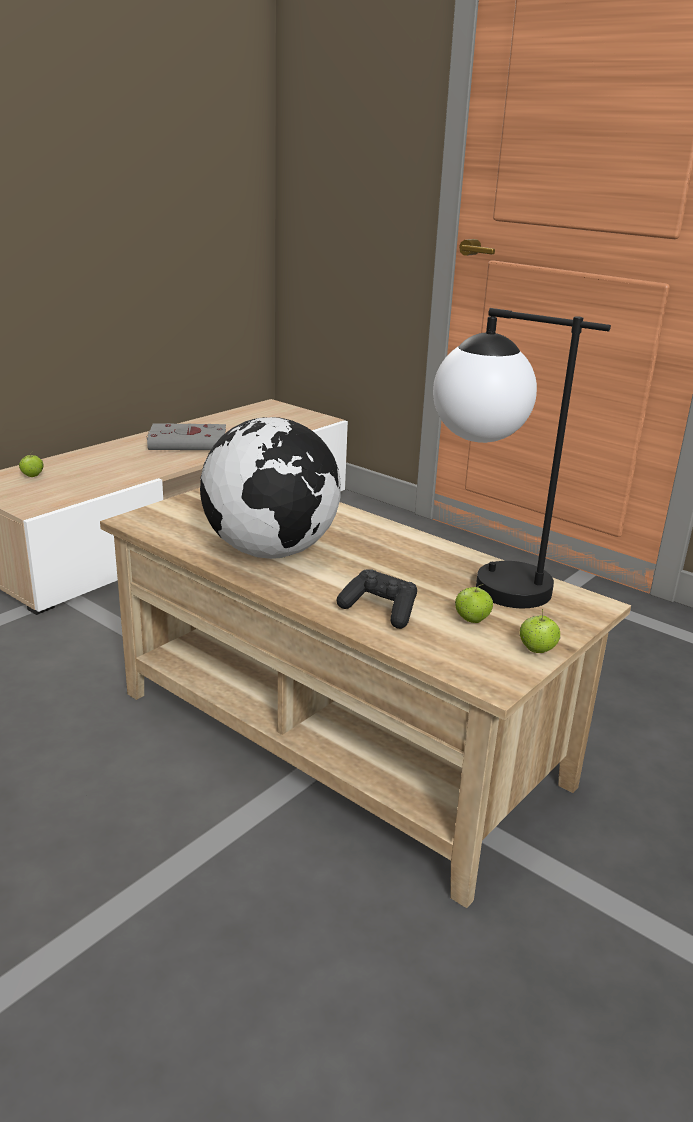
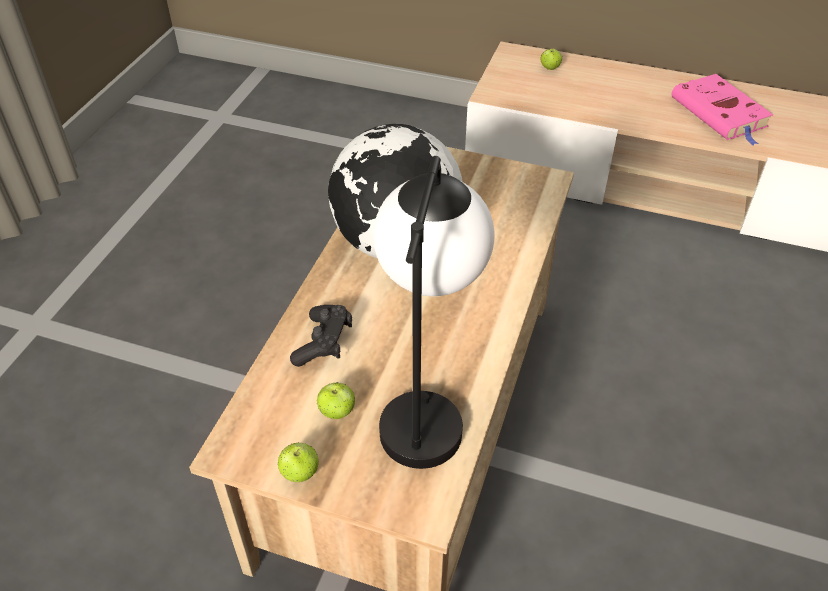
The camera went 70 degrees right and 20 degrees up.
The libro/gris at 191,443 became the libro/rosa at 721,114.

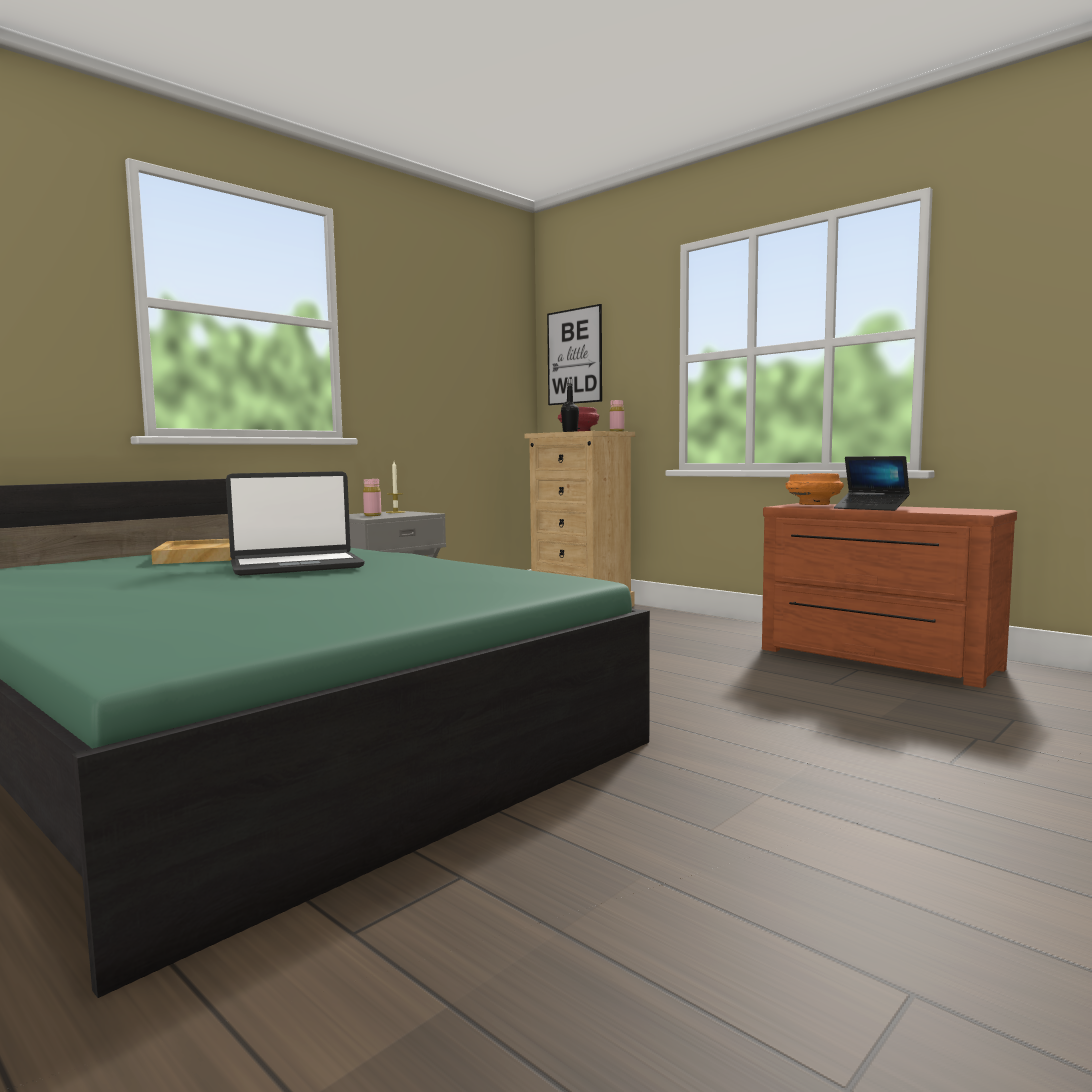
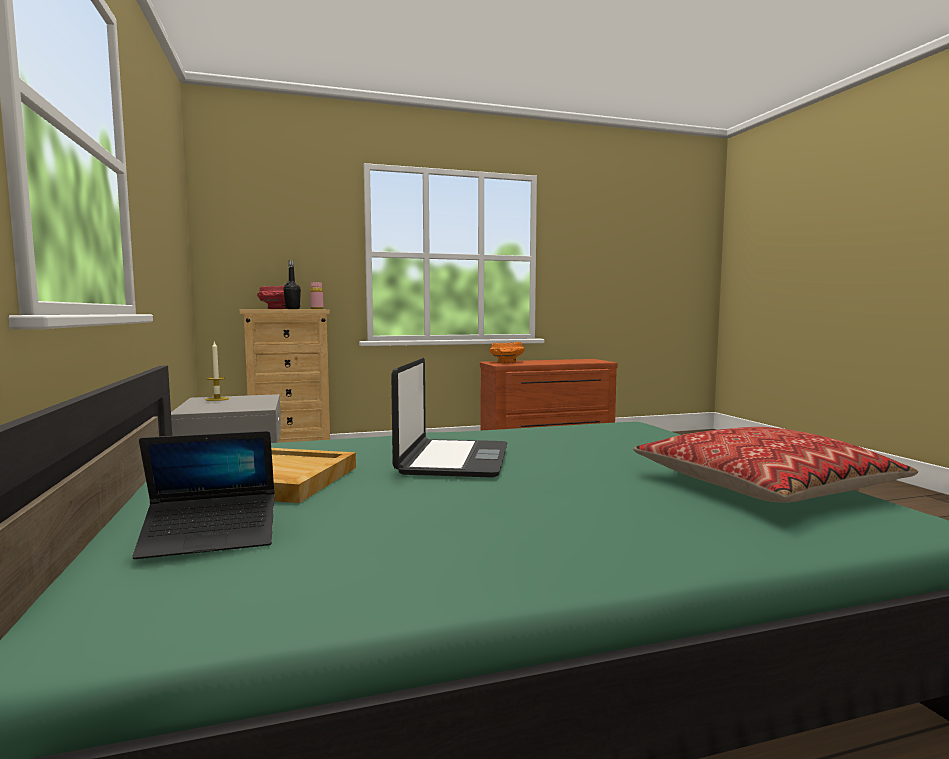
The camera went 60 degrees left and 0 degrees up.
The cuadro at 574,356 disappeared.
The portátil moved from 871,508 to 210,537.
The botella/rosa at 372,515 disappeared.
The cojín at 763,487 appeared.

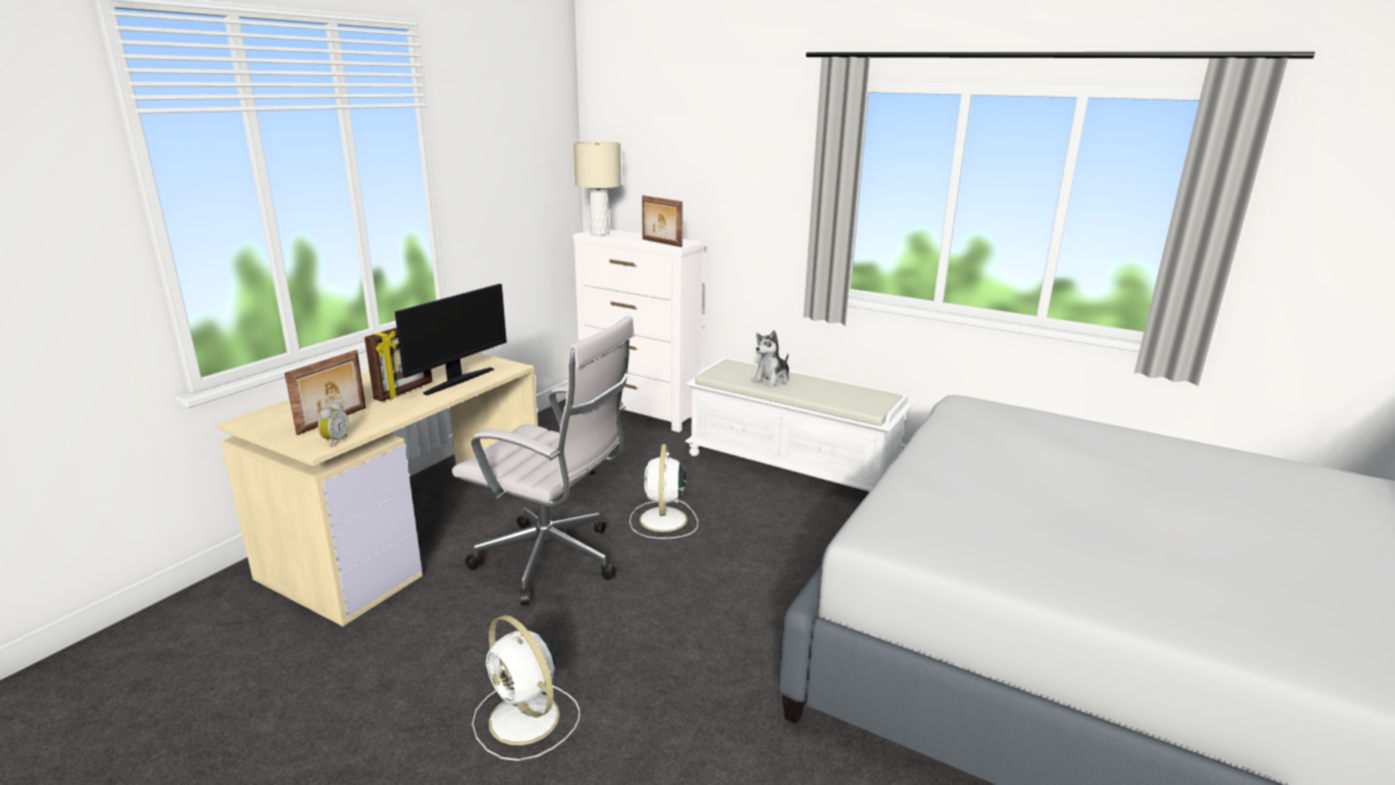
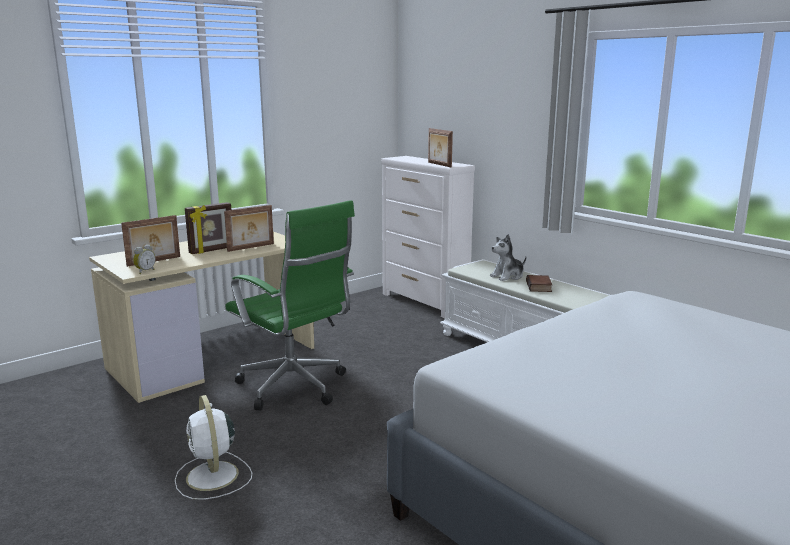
The camera went 20 degrees right and 5 degrees down.
The lámpara de mesa/beis at 599,233 disappeared.
The monitor at 458,380 was replaced by the portarretratos at 251,247.
The silla de oficina/blanco at 554,562 became the silla de oficina/verde at 295,388.
The ventilador/blanco at 663,521 disappeared.
The libro at 539,287 appeared.

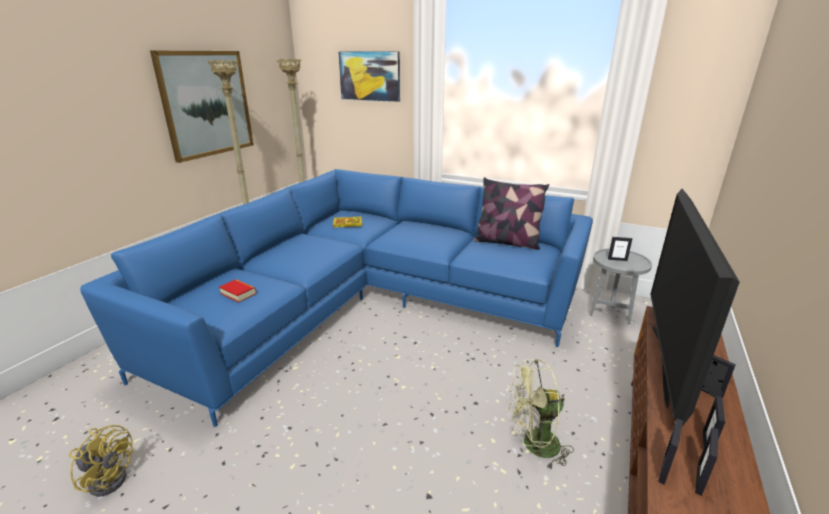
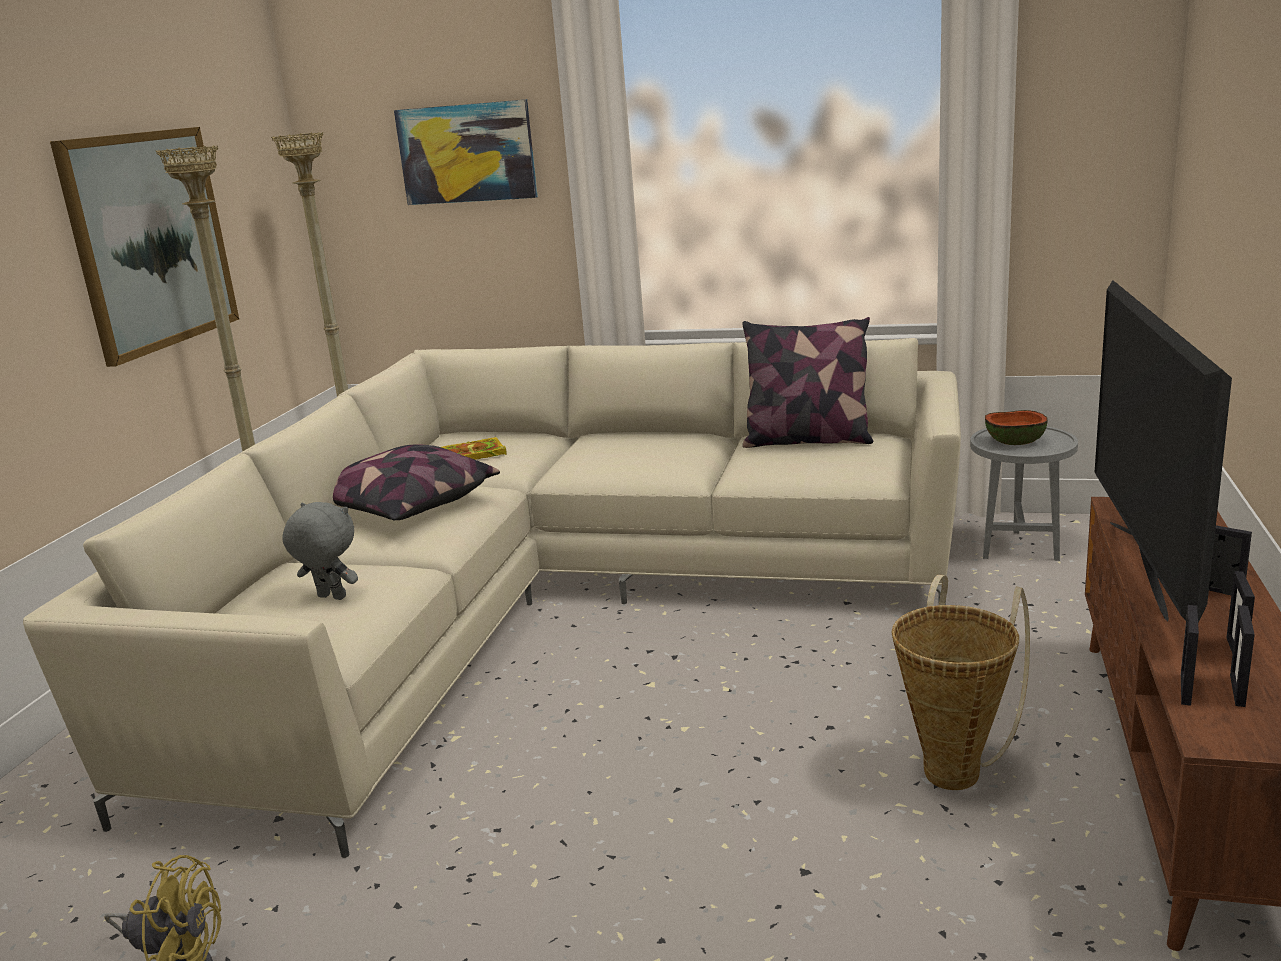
The camera went 10 degrees left and 5 degrees down.
The sofá/azul at 369,303 became the sofá/beis at 549,608.
The portarretratos at 617,259 was replaced by the cuenco at 1015,442.
The libro at 238,293 was replaced by the peluche/gris at 330,598.
The ventilador/verde at 534,446 was replaced by the cesta at 956,767.
The cojín at 406,509 appeared.

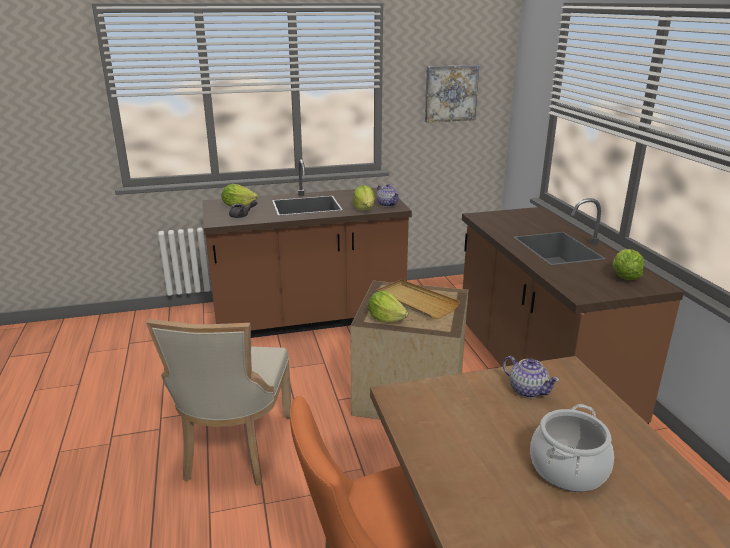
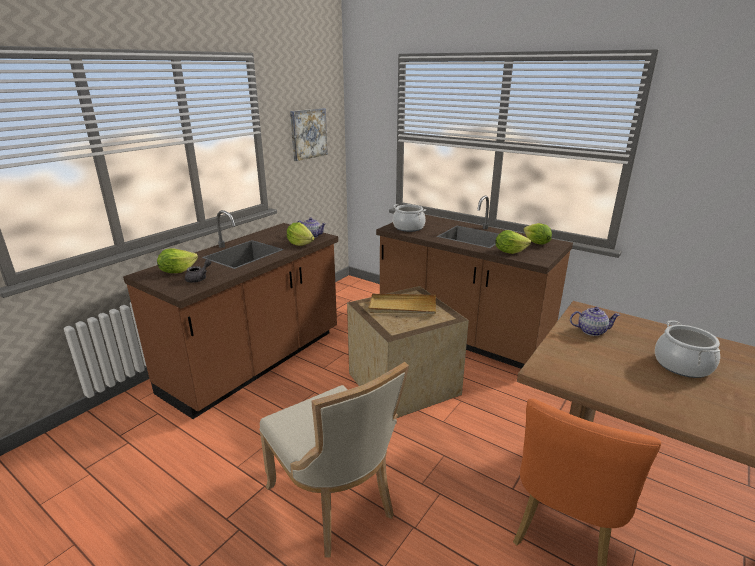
The camera went 40 degrees left and 0 degrees up.
The lechuga moved from 386,319 to 509,252.
The olla at 408,227 appeared.

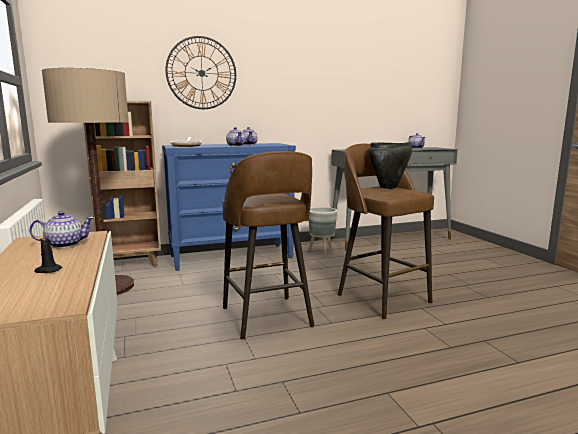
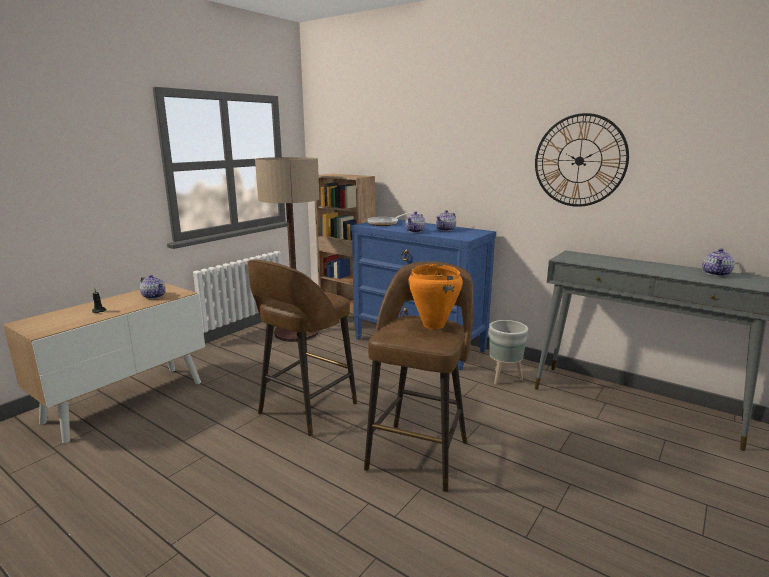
The camera went 55 degrees right and 5 degrees up.
The reloj de pared moved from 201,73 to 579,161.
The olla/negro at 388,187 became the olla/naranja at 433,325.

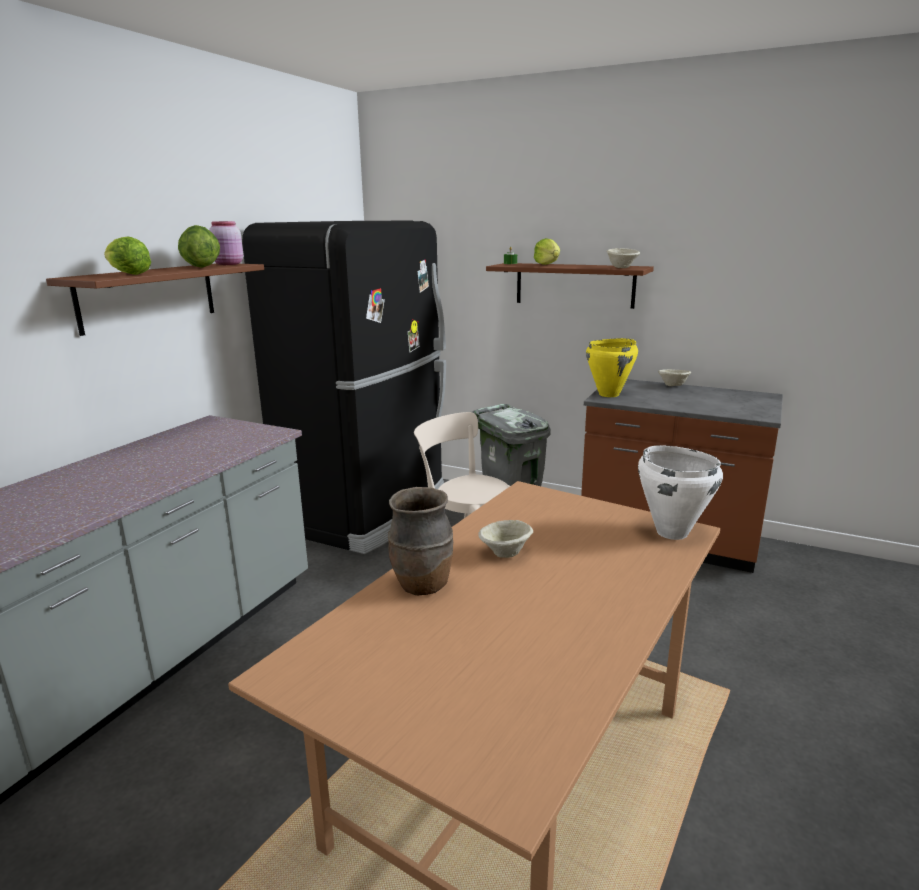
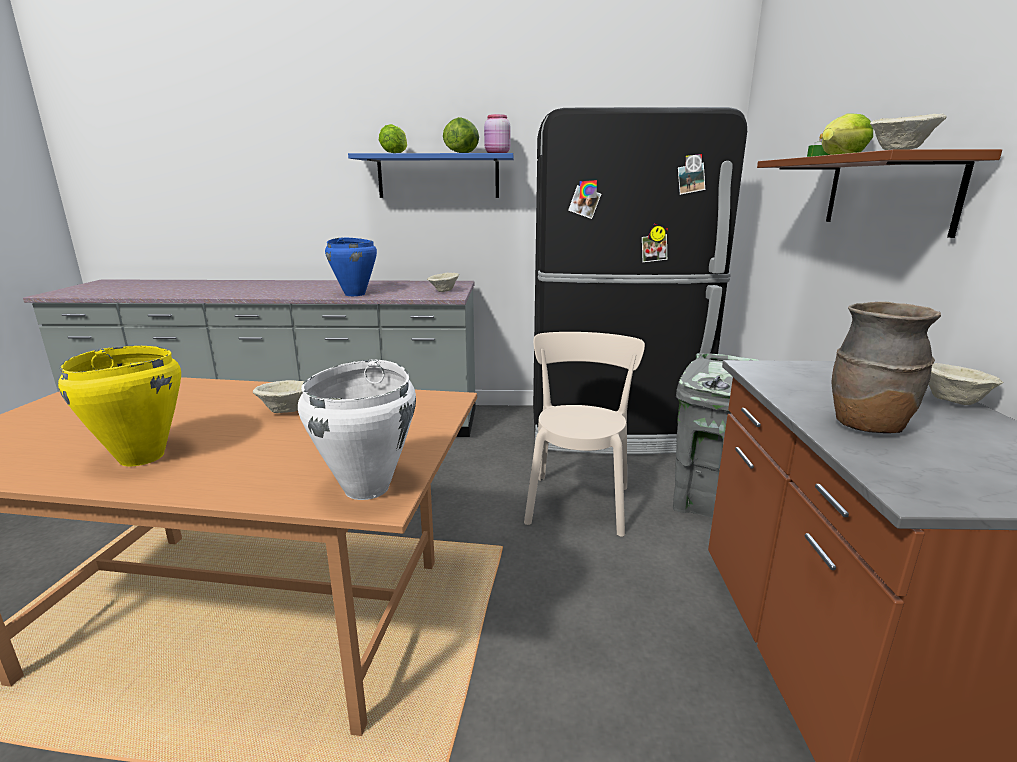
The camera went 65 degrees right and 0 degrees up.
The estante/marrón at 148,296 became the estante/azul at 438,176.
The olla/amarillo moved from 609,394 to 141,457.
The florero/marrón moved from 422,586 to 866,426.
The olla/azul at 355,294 appeared.
The cuenco/beis at 444,291 appeared.

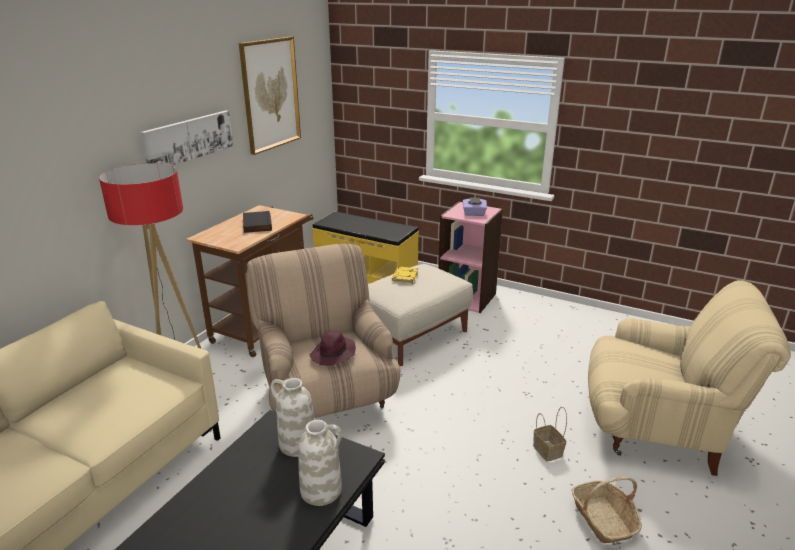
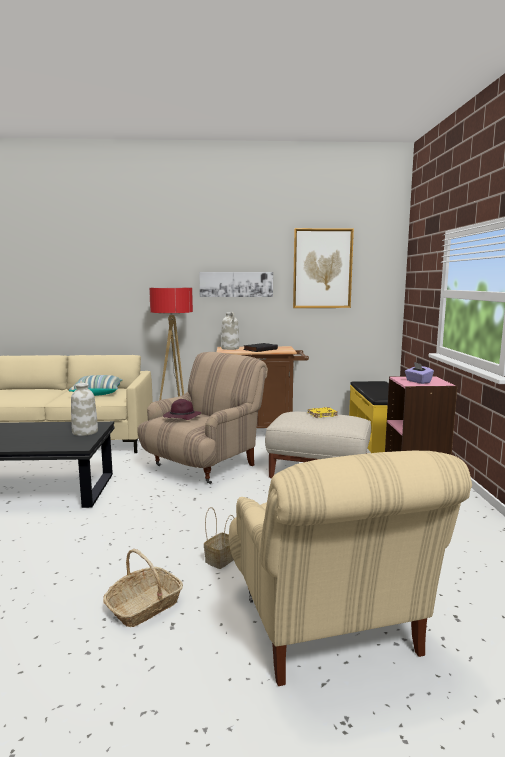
The camera went 60 degrees right and 15 degrees down.
The florero/blanco moved from 322,490 to 230,348.
The cojín at 97,393 appeared.

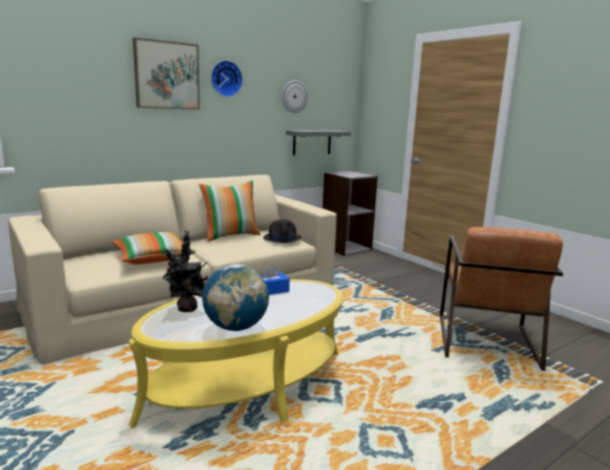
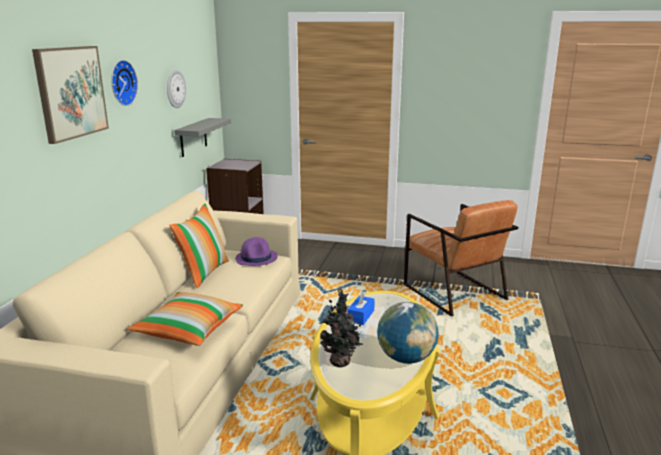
The camera went 40 degrees left and 5 degrees up.
The sombrero/negro at 282,238 became the sombrero/morado at 256,258.

